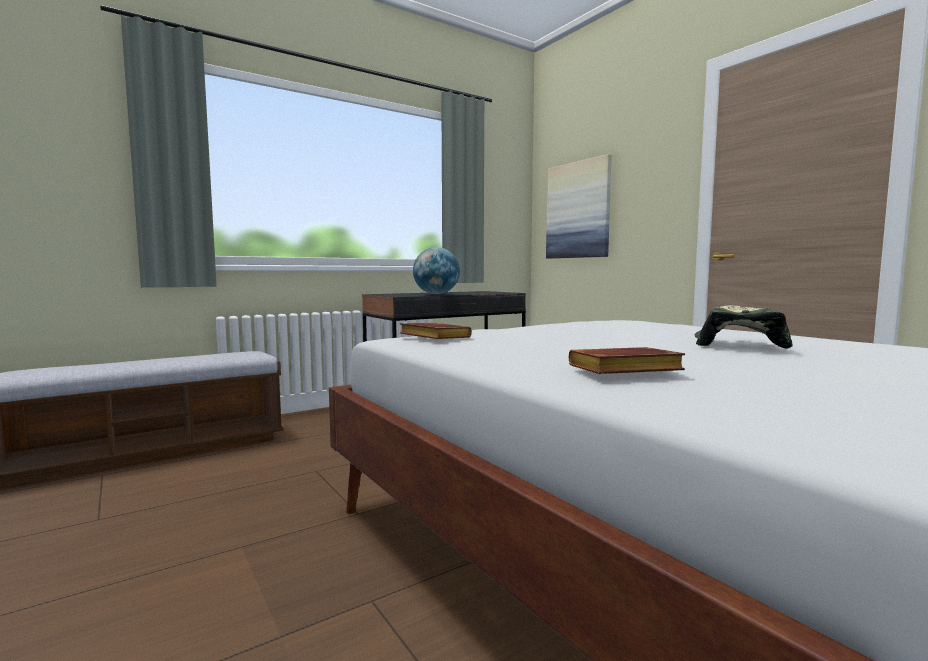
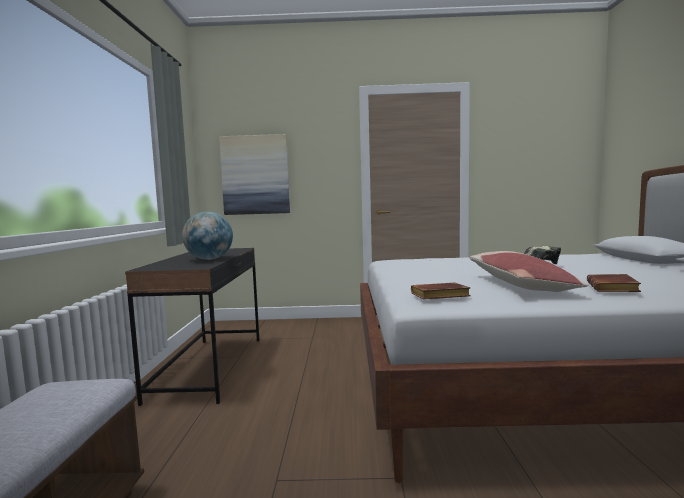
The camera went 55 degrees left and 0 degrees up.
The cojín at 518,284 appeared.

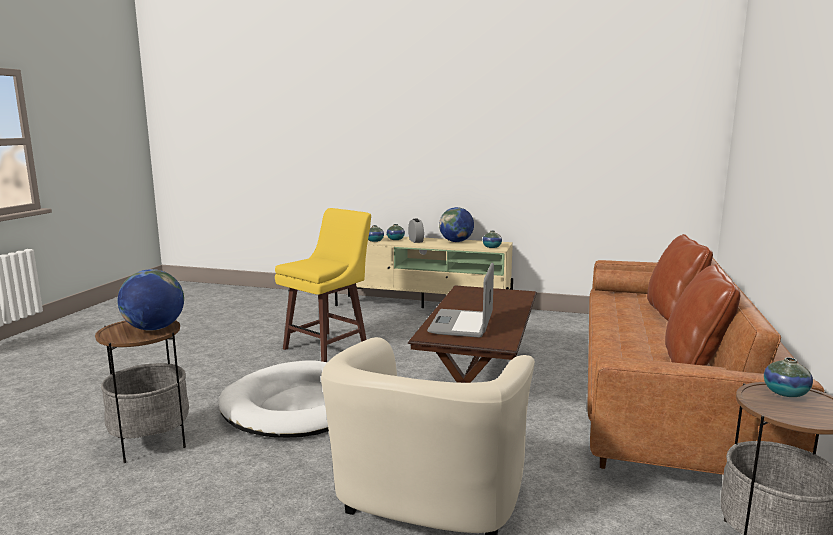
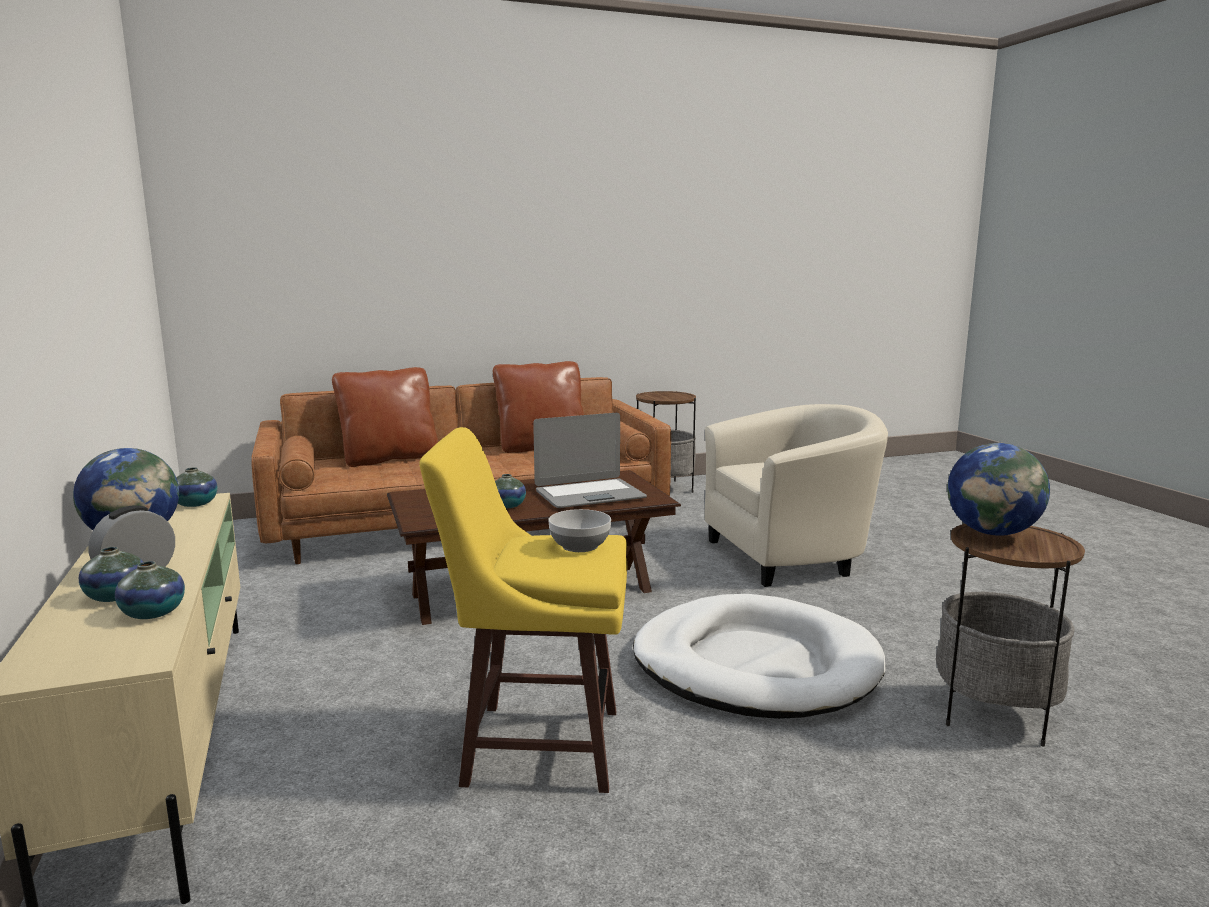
The camera went 125 degrees left and 0 degrees up.
The florero moved from 785,393 to 507,506.
The cuenco at 579,545 appeared.

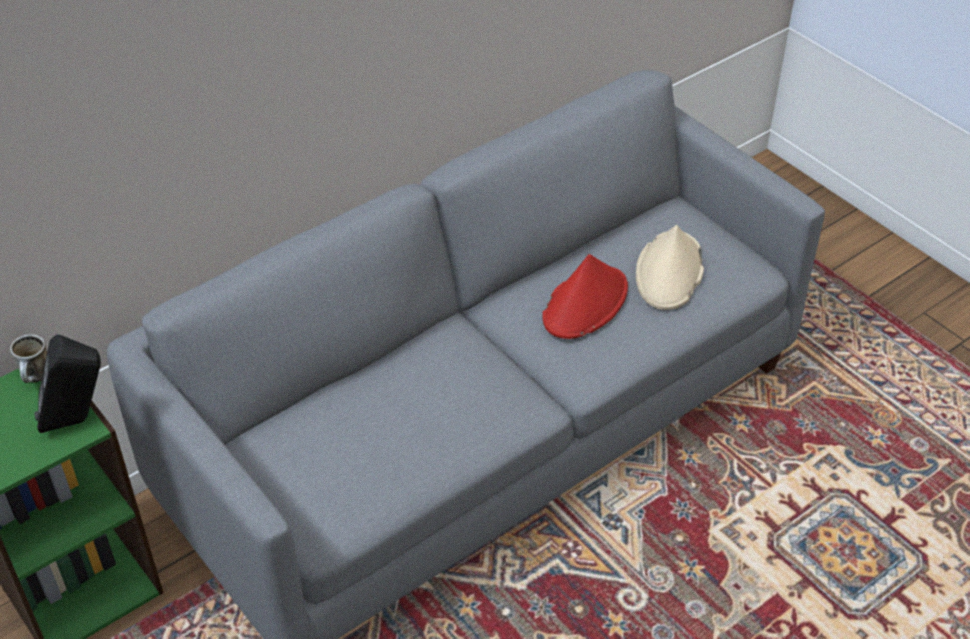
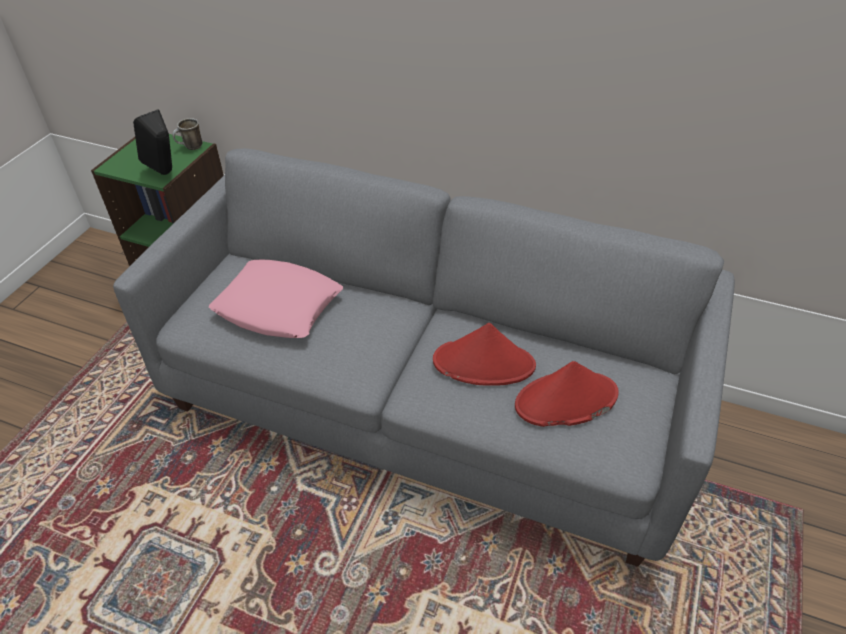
The camera went 60 degrees right and 0 degrees up.
The sombrero/beis at 669,272 became the sombrero/rojo at 565,400.
The cojín/rosa at 279,306 appeared.

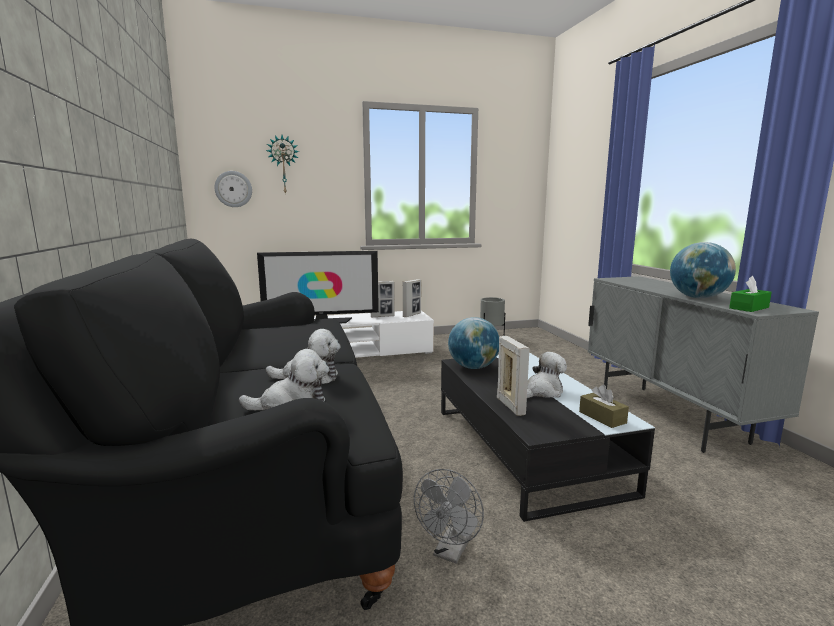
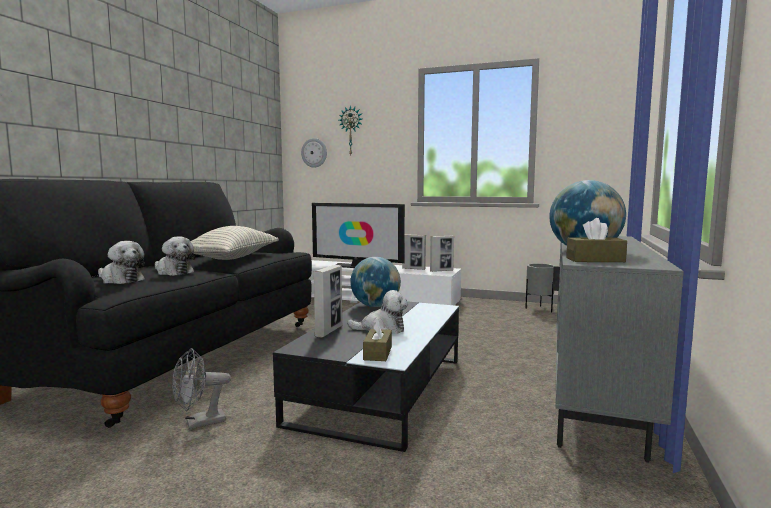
The camera went 35 degrees right and 5 degrees down.
The caja de pañuelos/verde at 749,308 became the caja de pañuelos/marrón at 595,260.
The cojín at 232,258 appeared.

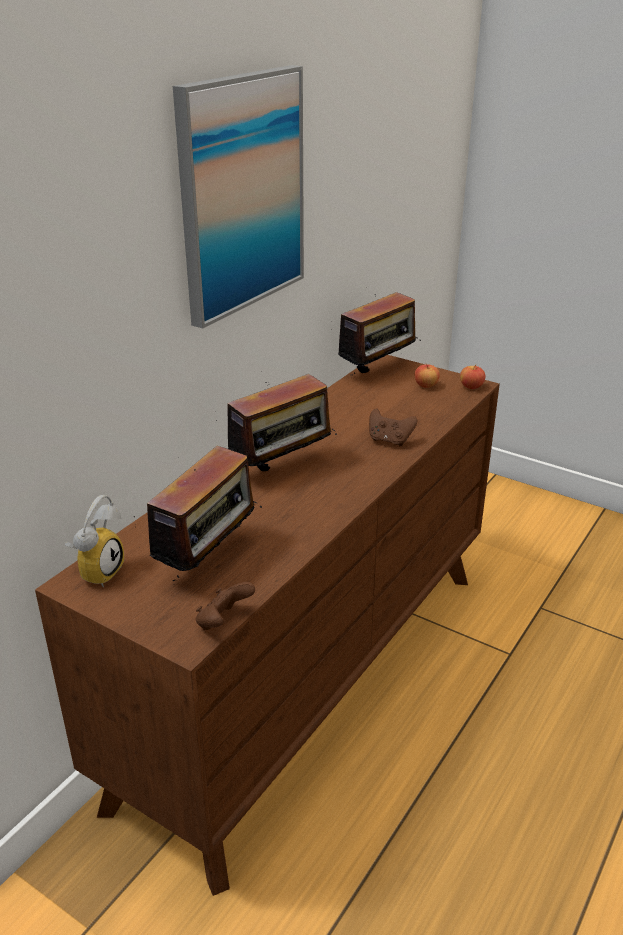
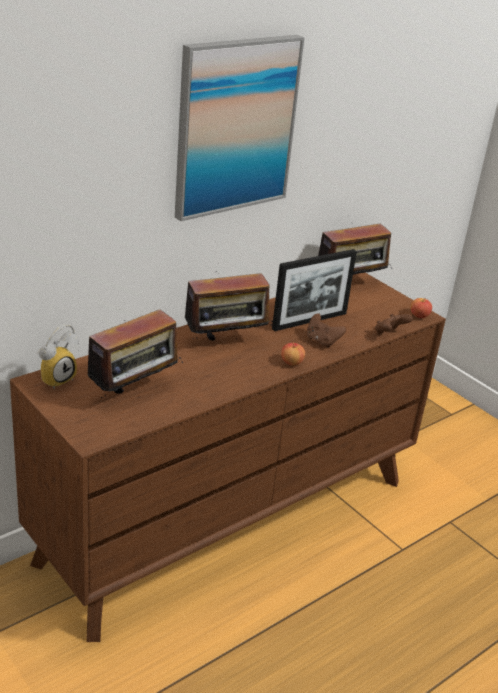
The camera went 15 degrees right and 0 degrees up.
The manzana moved from 426,385 to 291,362.
The mando de consola/marrón moved from 223,622 to 389,334.
The portarretratos at 309,321 appeared.

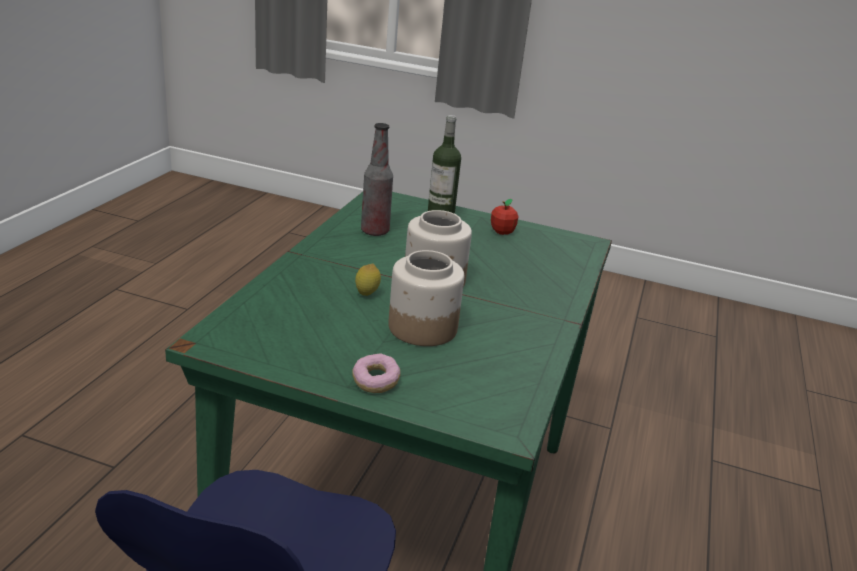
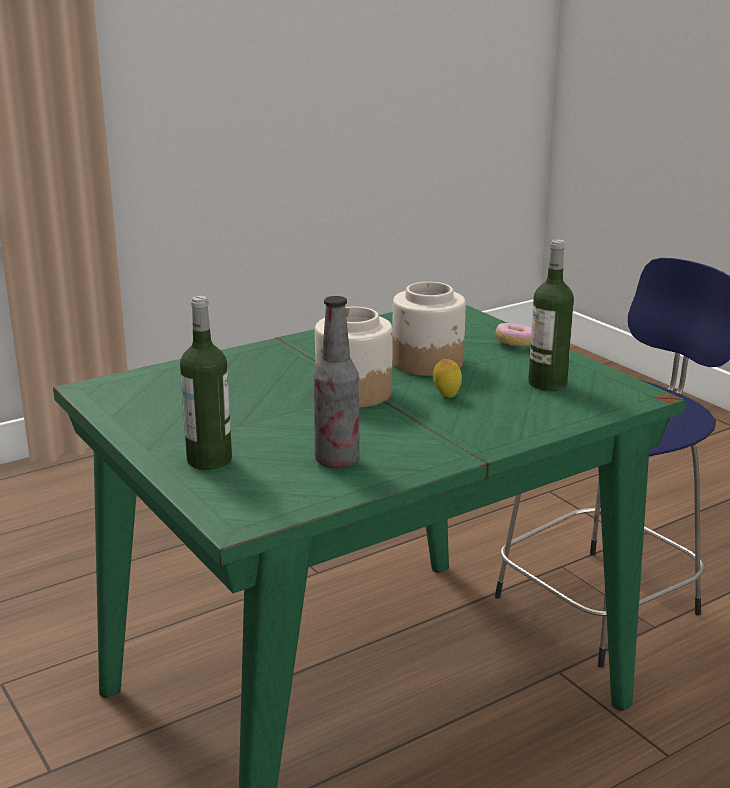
The camera went 140 degrees left and 5 degrees down.
The manzana at 502,232 disappeared.
The botella at 547,383 appeared.

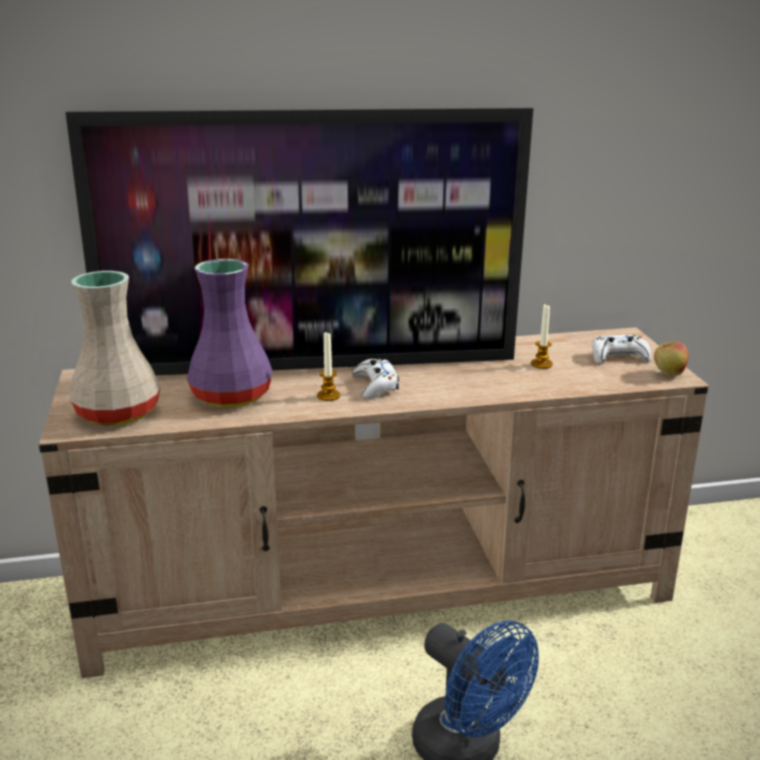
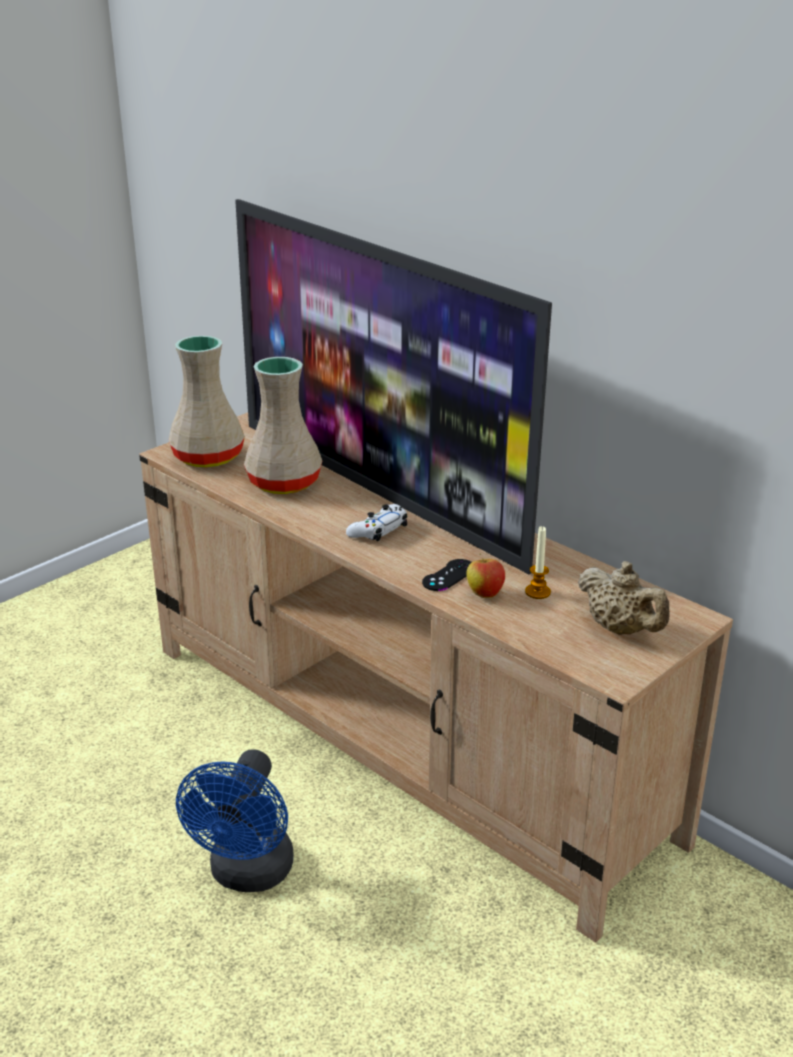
The camera went 55 degrees right and 5 degrees up.
The florero/morado at 230,396 became the florero/beis at 284,482.
The vela at 328,396 disappeared.
The mando de consola/blanco at 618,357 was replaced by the tetera/beis at 620,629.
The manzana moved from 668,374 to 484,594.
The mando de consola/negro at 448,575 appeared.

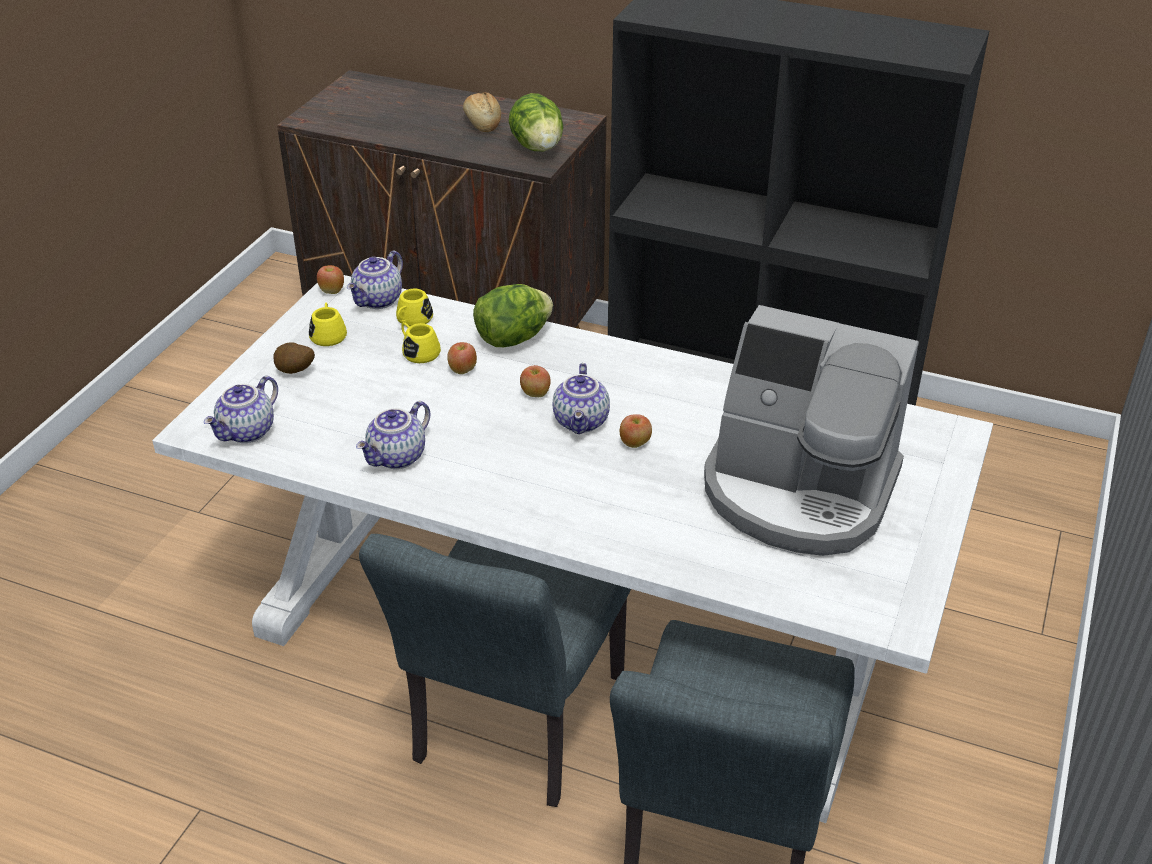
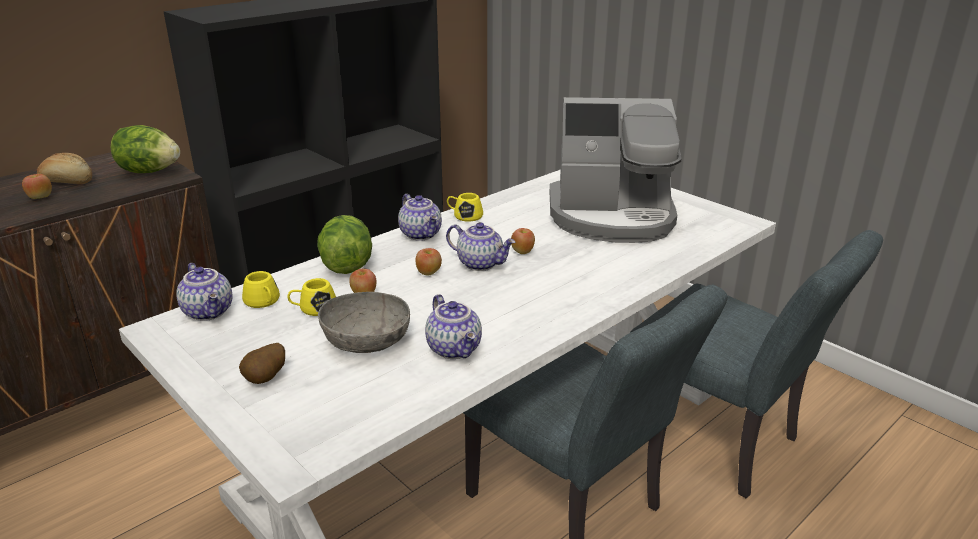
The camera went 65 degrees left and 10 degrees down.
The manzana moved from 332,291 to 40,197.
The taza grande/amarillo moved from 328,334 to 464,216.
The cafetera at 798,492 turned 45 degrees clockwise.
The tetera moved from 247,432 to 421,234.
The cuenco/gris at 367,341 appeared.

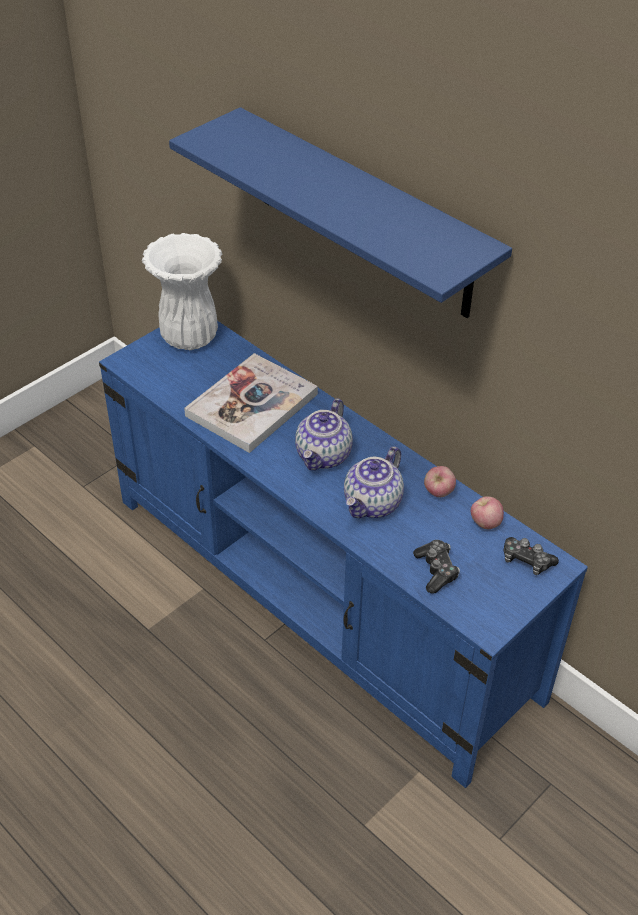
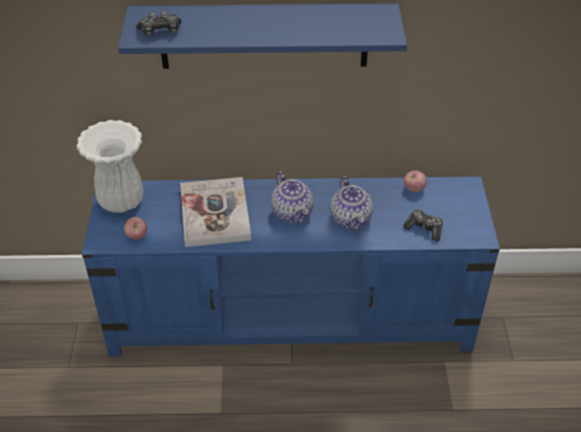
The camera went 45 degrees left and 0 degrees up.
The manzana moved from 438,493 to 137,236.
The mando de consola moved from 526,561 to 160,31.

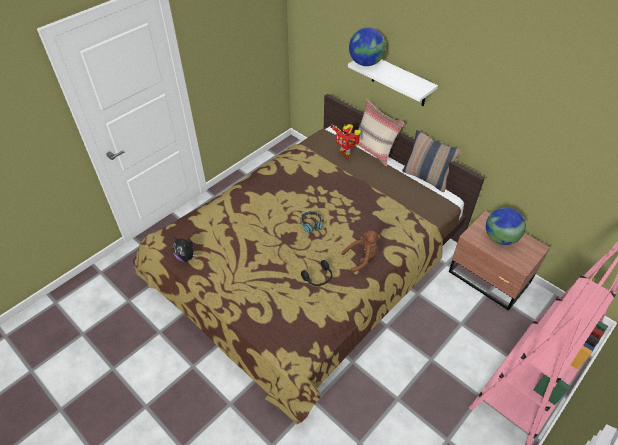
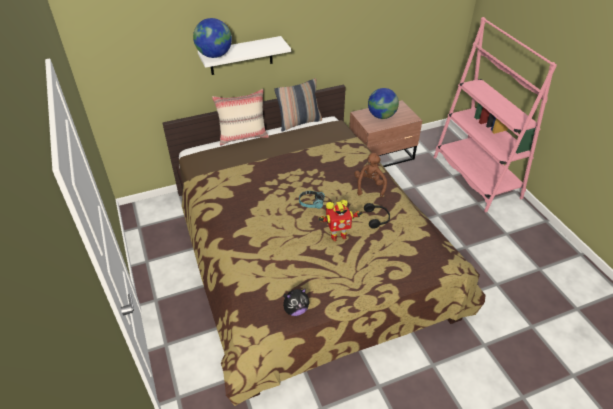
The camera went 65 degrees left and 5 degrees down.
The robot de juguete moved from 345,153 to 337,236.

